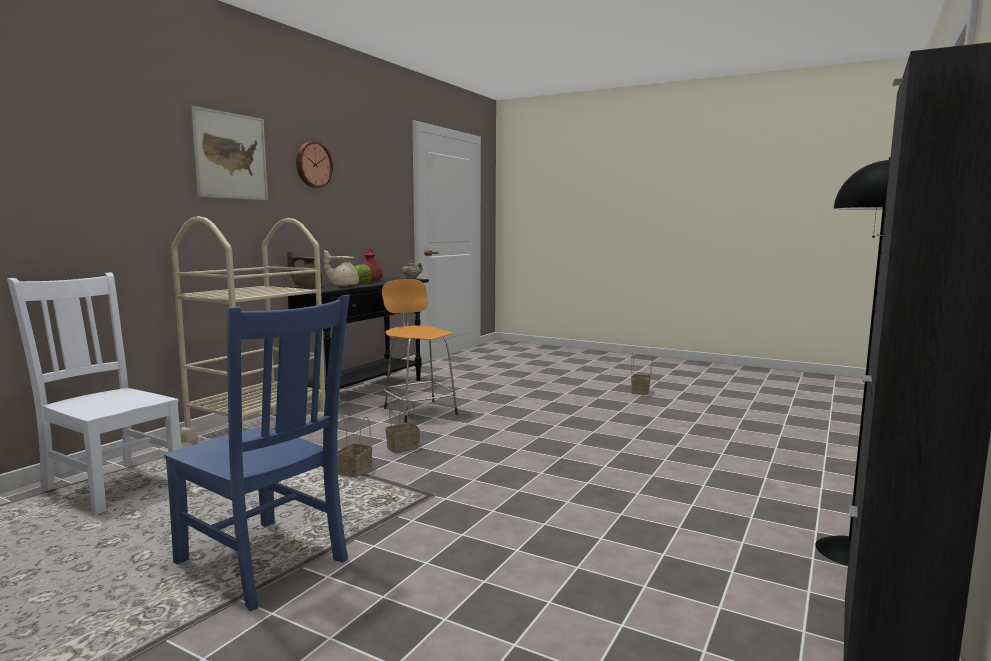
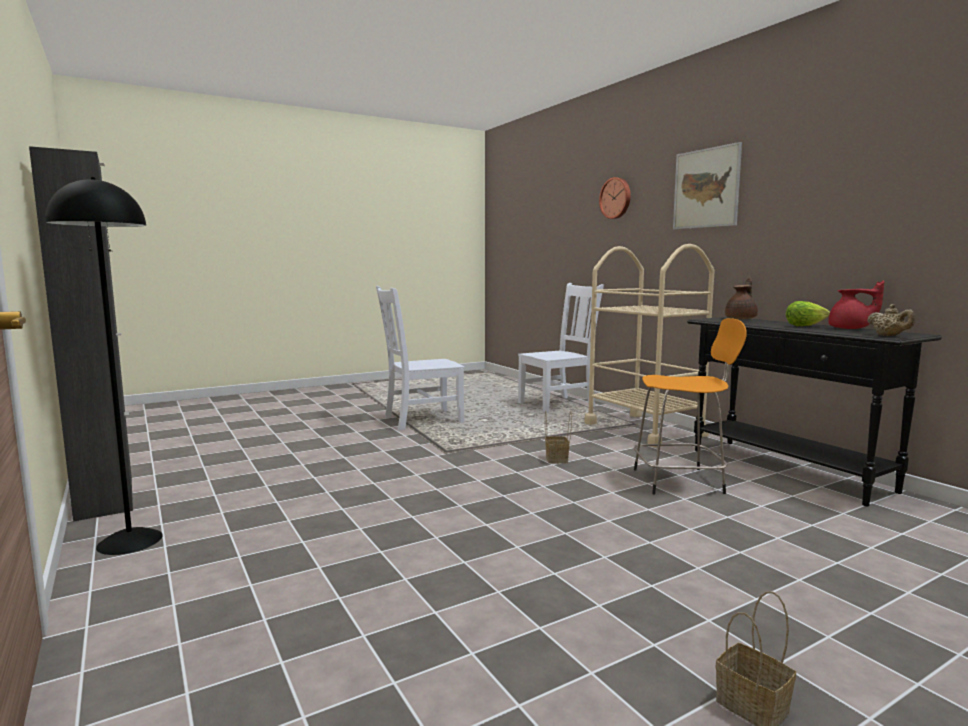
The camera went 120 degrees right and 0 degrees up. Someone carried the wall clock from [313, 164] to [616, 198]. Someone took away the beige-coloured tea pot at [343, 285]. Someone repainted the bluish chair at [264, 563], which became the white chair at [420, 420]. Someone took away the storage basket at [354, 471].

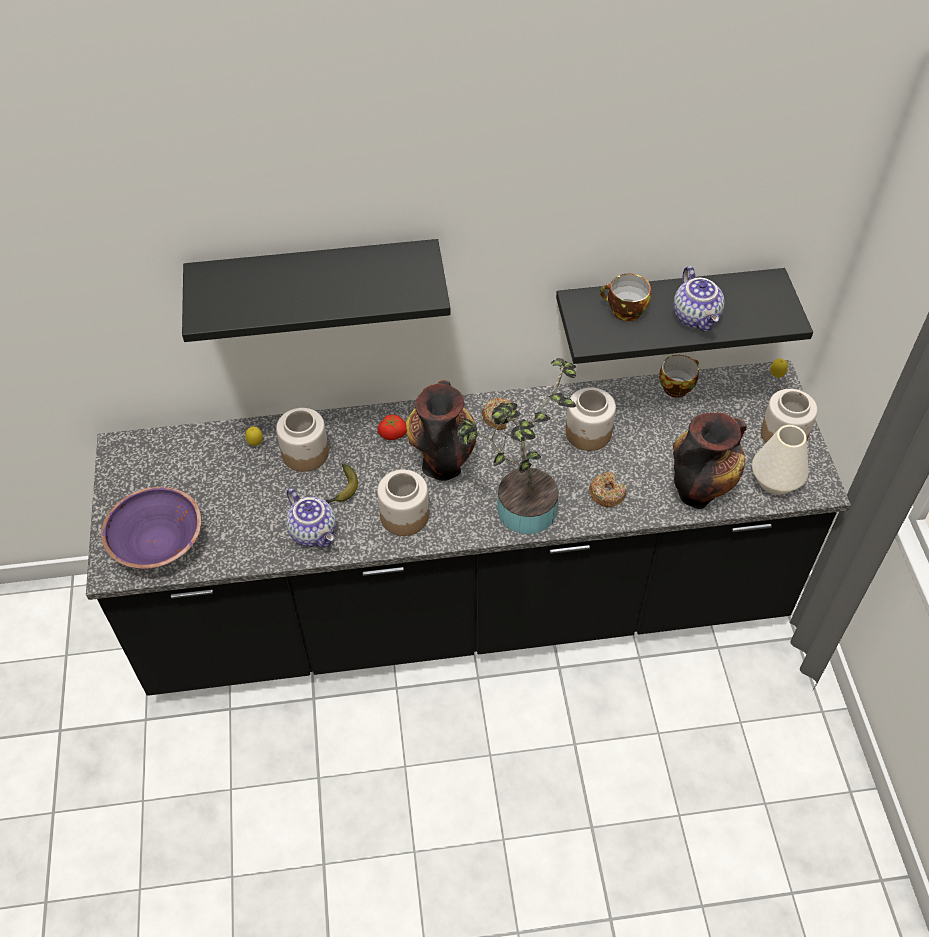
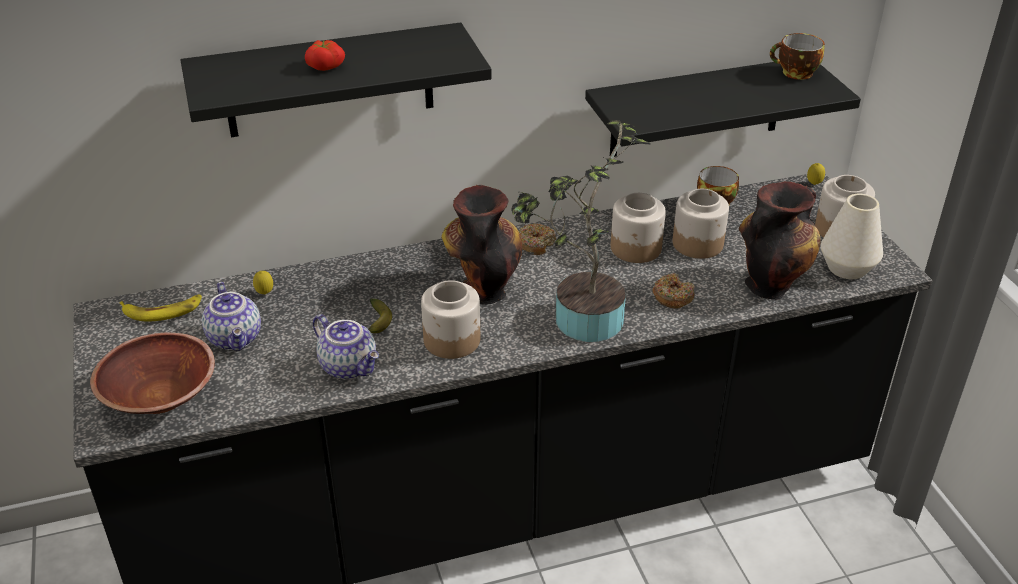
The camera went 10 degrees left and 15 degrees down. Someone carried the tea pot from [697, 317] to [236, 338]. Someone carried the small cup from [624, 311] to [795, 73]. Someone carried the jar from [305, 453] to [698, 243]. Someone carried the fresh tomato from [392, 432] to [325, 66]. Someone repainted the purple-coloured deep dish at [158, 543], which became the brown deep dish at [160, 398]. Someone put down the whole banana at [162, 311].

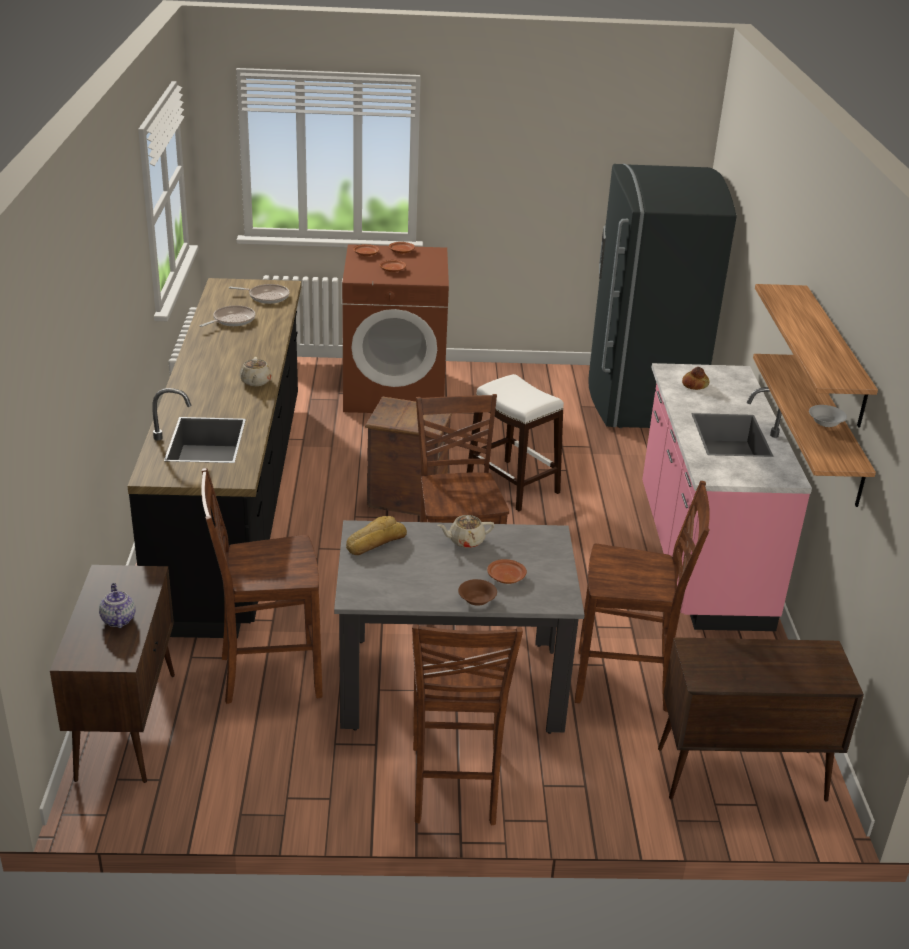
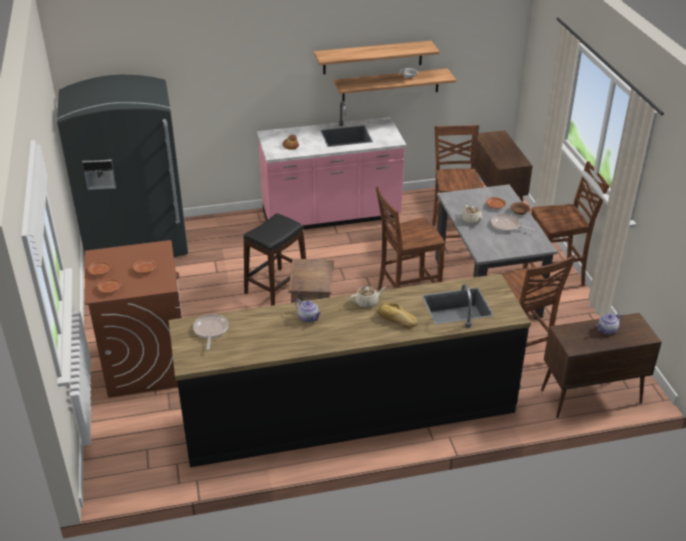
The camera went 100 degrees left and 5 degrees up. Someone carried the skillet from [232, 320] to [507, 226]. Someone repainted the white stool at [513, 484], which became the black stool at [276, 287]. Someone carried the bread from [375, 541] to [396, 319]. Someone put down the tea pot at [308, 318].

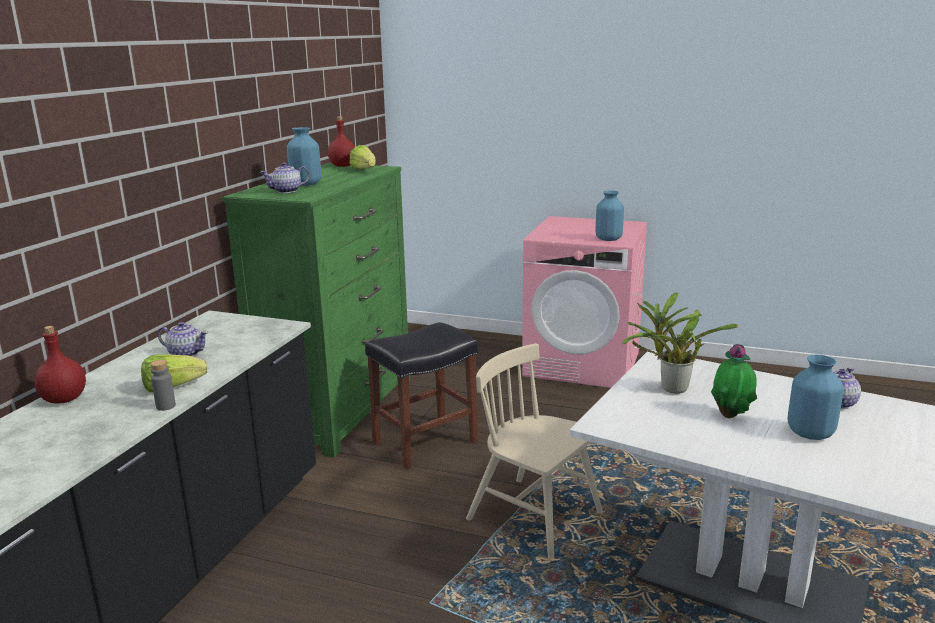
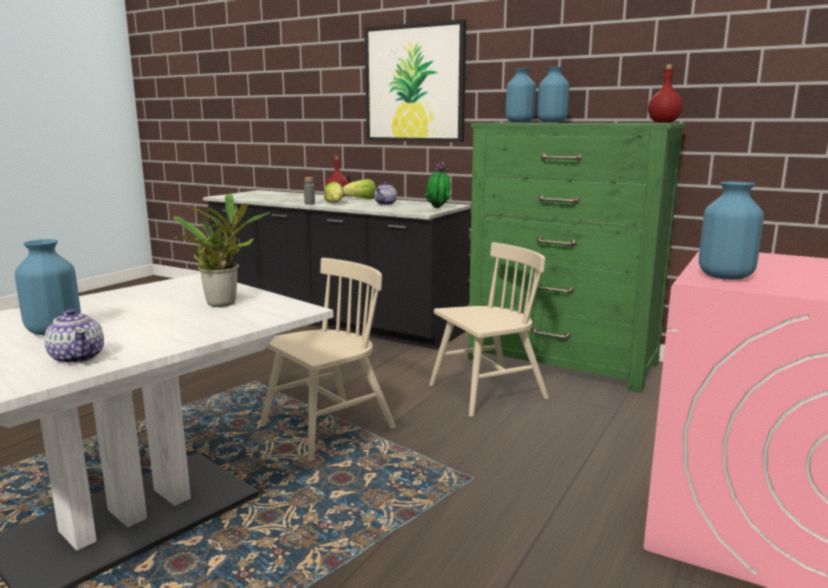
The camera went 100 degrees right and 5 degrees down. Someone carried the head of lettuce from [364, 170] to [361, 199]. Someone swapped the tea pot at [286, 191] for the bluish flower vase at [519, 122]. Someone swapped the black stool at [426, 442] for the beige-coloured chair at [487, 392]. Someone carried the plant in a pot from [731, 416] to [438, 208]. Someone put up the wall art at [414, 84].

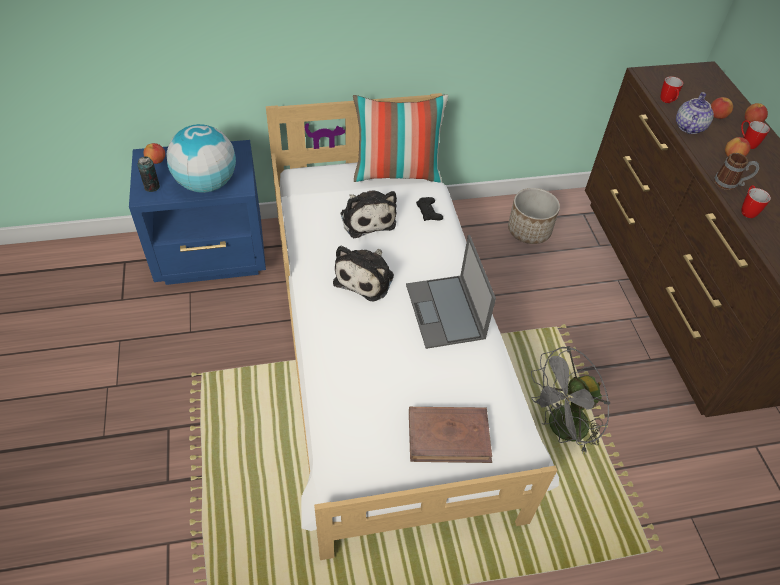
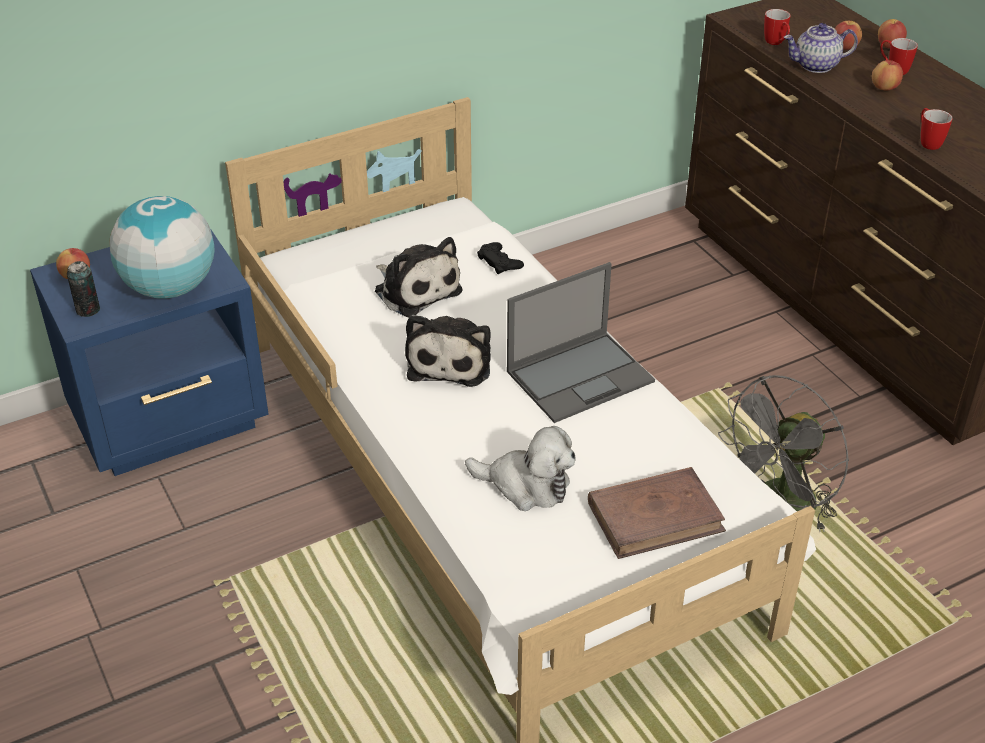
The camera went 15 degrees left and 10 degrees down. Someone rotated the tea pot at [689, 126] by 105 degrees counterclockwise. Someone took away the cushion at [397, 173]. Someone took away the tea mug at [730, 184]. Someone took away the plant pot at [529, 230]. Someone rotated the laptop at [445, 312] by 90 degrees counterclockwise. Someone put down the cuddly toy at [526, 485].

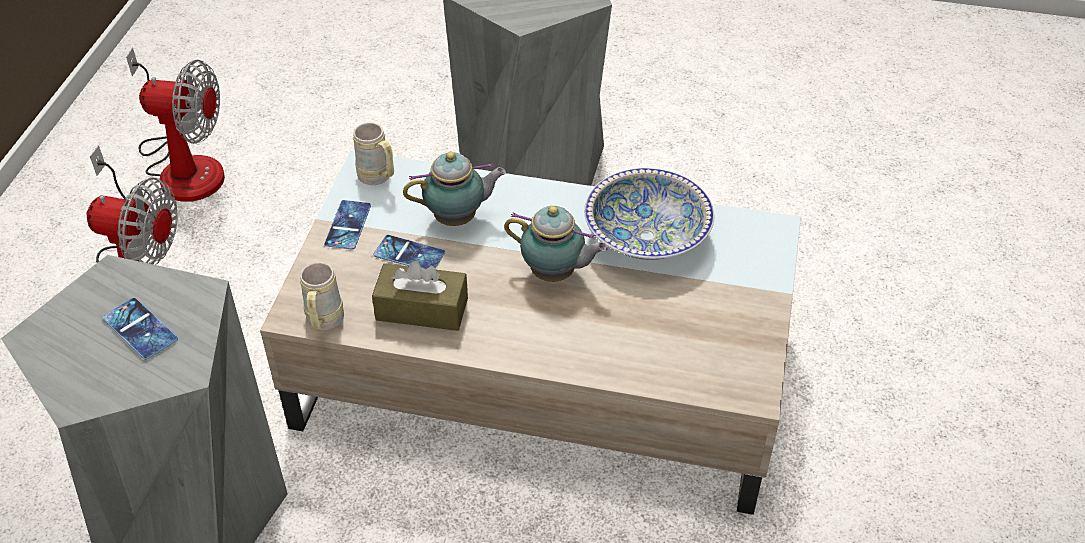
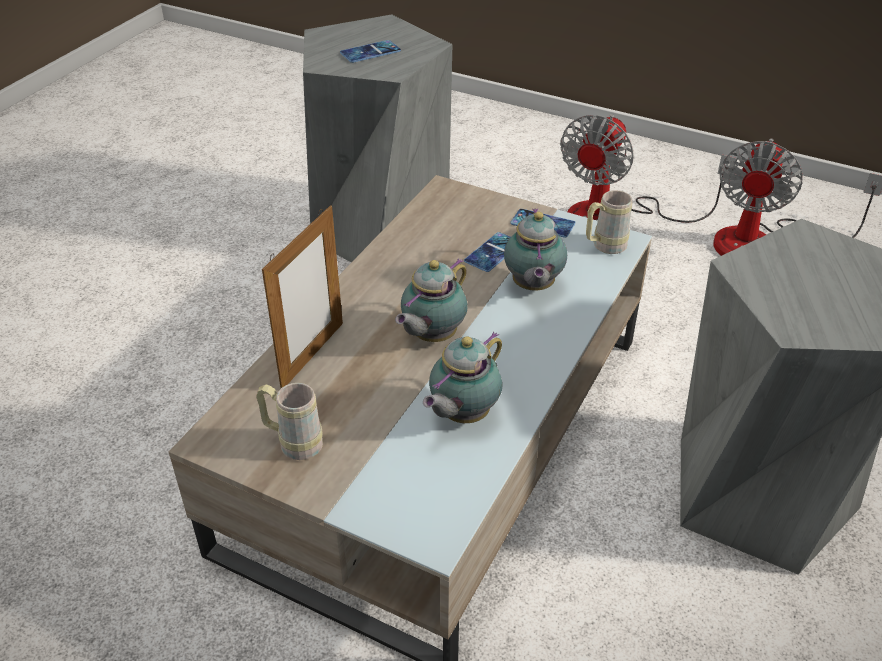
The camera went 105 degrees right and 5 degrees down. Someone swapped the deep dish at [646, 236] for the tea pot at [462, 415]. Someone took away the brown tissue holder at [422, 309]. Someone carried the beige-coloured tea mug from [323, 323] to [293, 442]. Someone put down the picture frame at [312, 355].

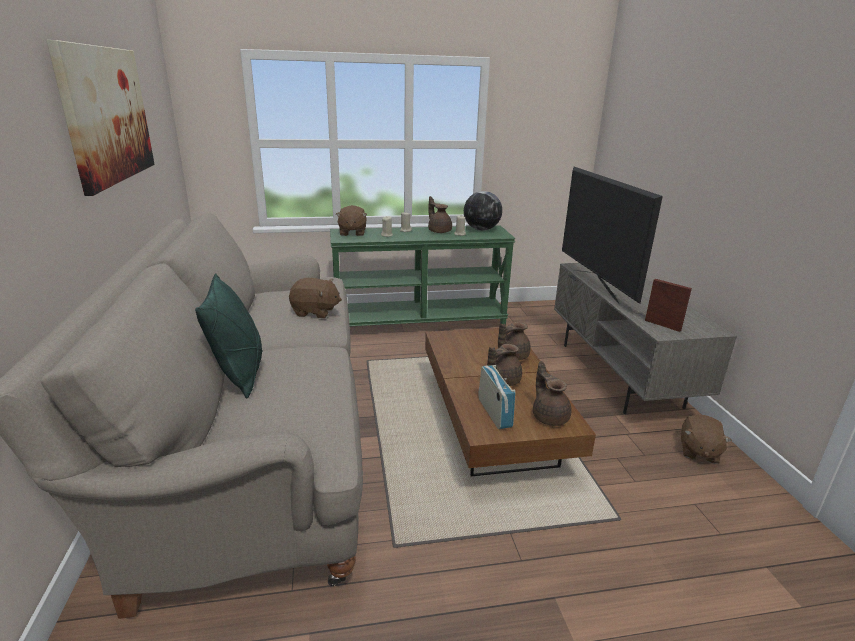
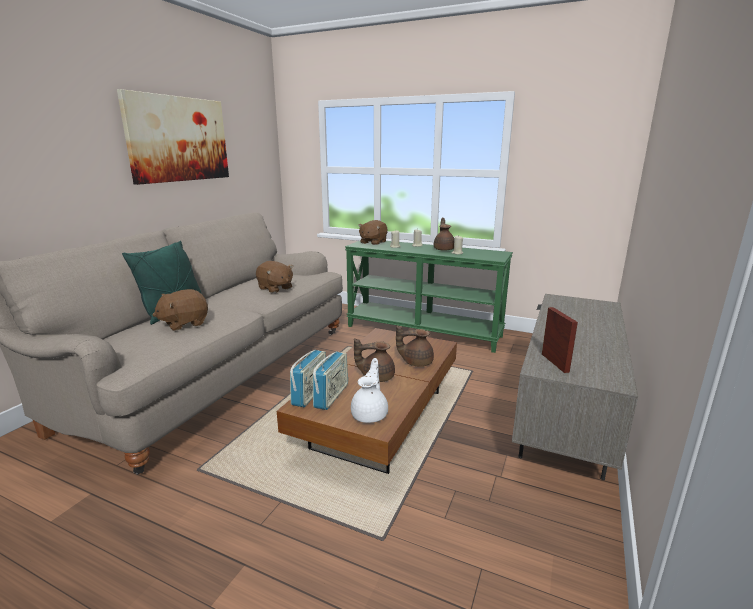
The camera went 35 degrees right and 5 degrees down. Someone took away the TV at [595, 285]. Someone took away the desk globe at [481, 229]. Someone repainted the brown tea pot at [549, 416], which became the white tea pot at [370, 414]. Someone carried the brown cuddly toy from [698, 451] to [184, 323]. Someone put down the radio receiver at [310, 393].

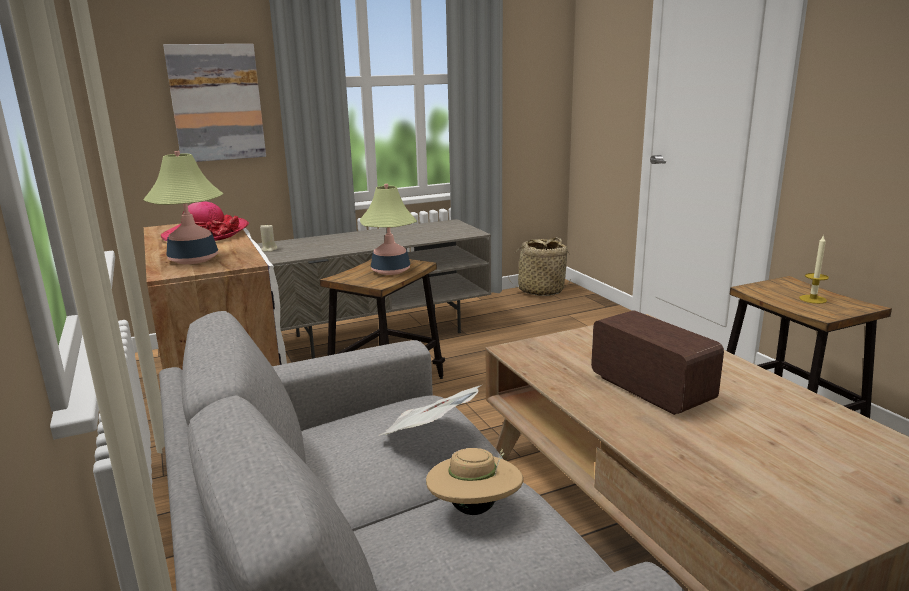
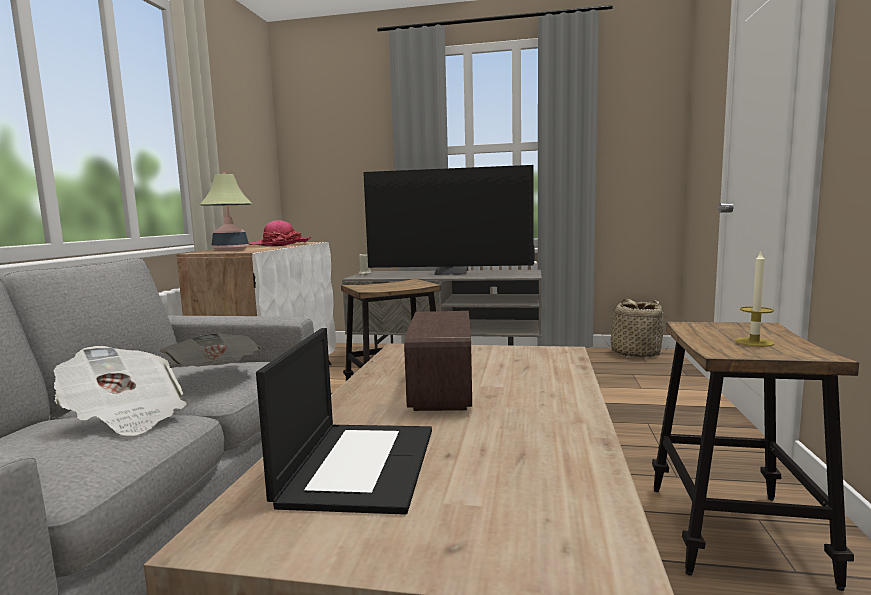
The camera went 35 degrees right and 10 degrees down. Someone took away the wall art at [216, 103]. Someone took away the lamp for a table at [390, 271]. Someone swapped the beige-coloured wearable hat at [474, 509] for the newspaper at [125, 417]. Someone put down the TV at [451, 273]. Someone put down the laptop at [359, 464].

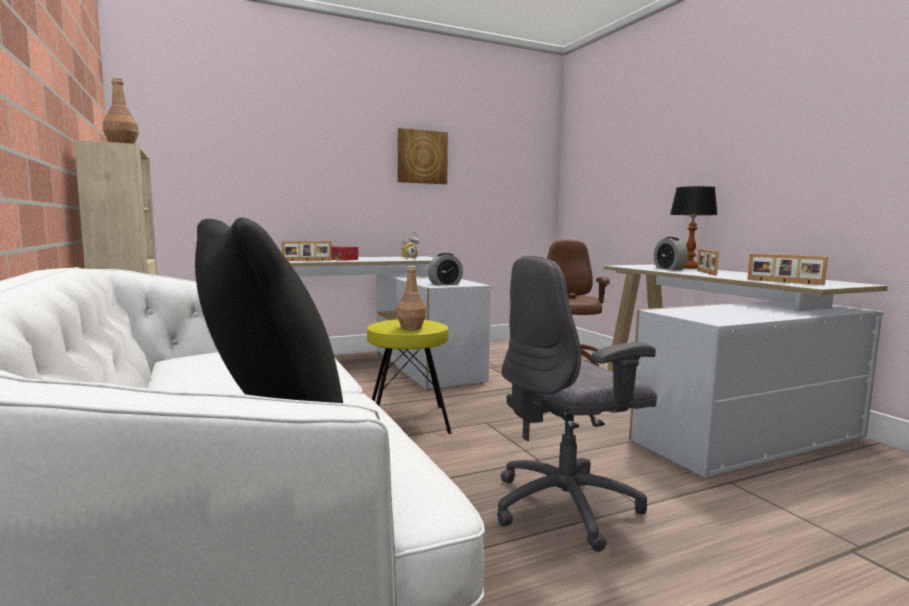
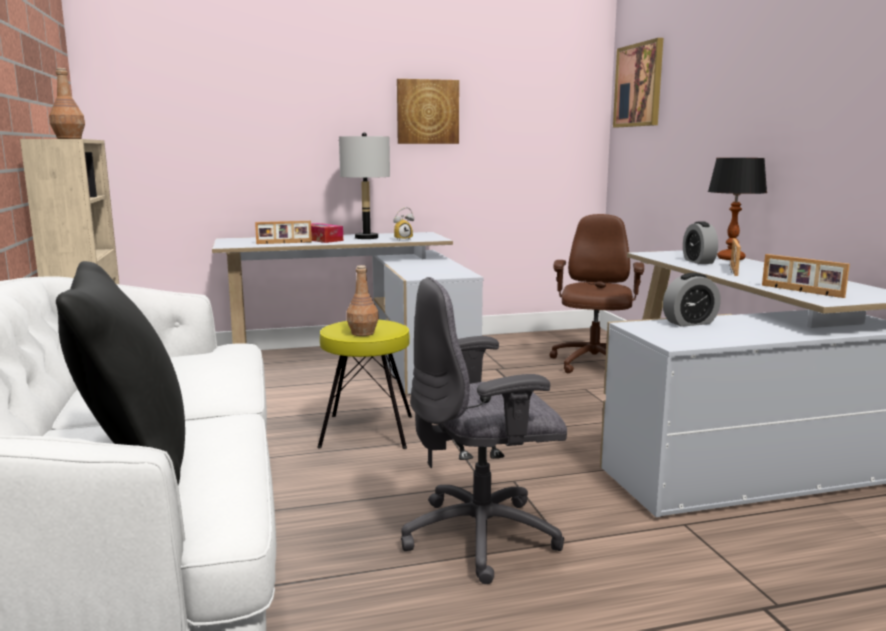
The camera went 10 degrees right and 5 degrees up. Someone carried the table clock from [445, 284] to [689, 323]. Someone put up the wall art at [639, 85]. Someone put down the gray lamp for a table at [366, 237].

